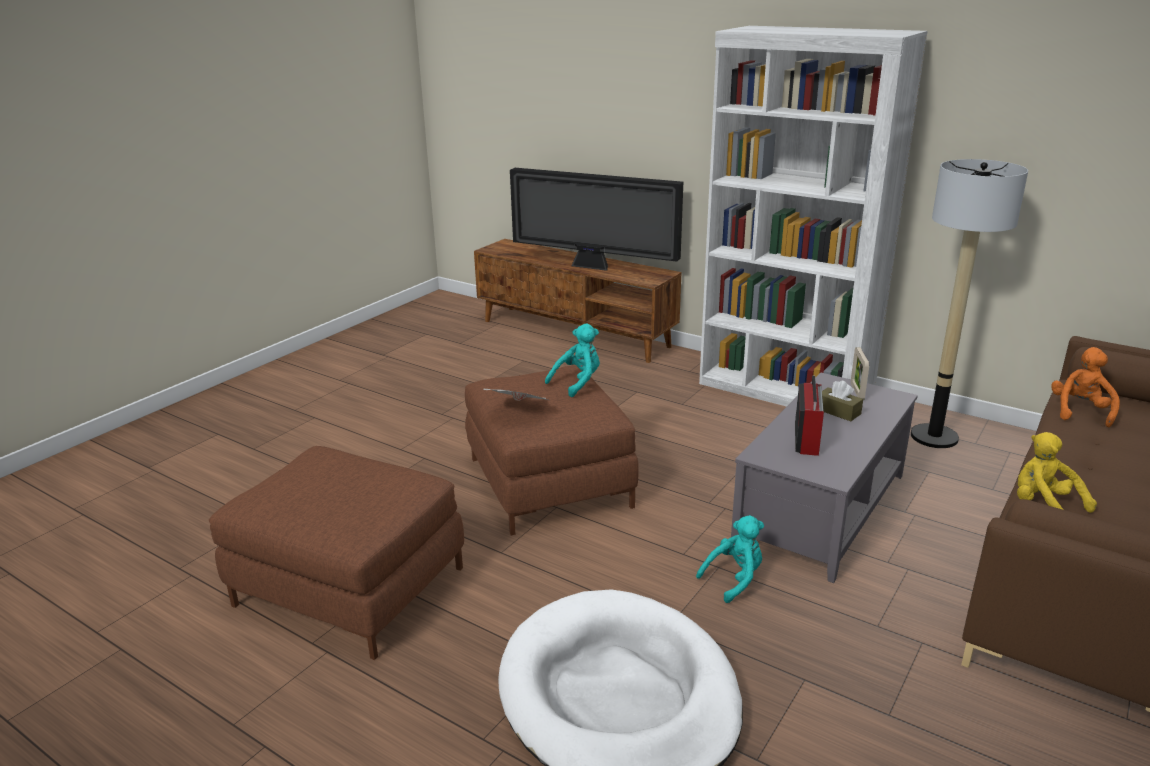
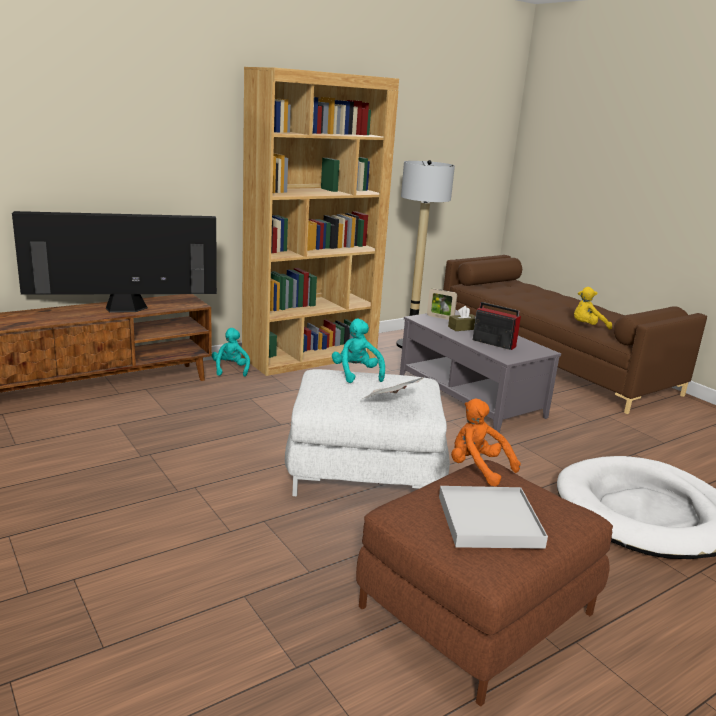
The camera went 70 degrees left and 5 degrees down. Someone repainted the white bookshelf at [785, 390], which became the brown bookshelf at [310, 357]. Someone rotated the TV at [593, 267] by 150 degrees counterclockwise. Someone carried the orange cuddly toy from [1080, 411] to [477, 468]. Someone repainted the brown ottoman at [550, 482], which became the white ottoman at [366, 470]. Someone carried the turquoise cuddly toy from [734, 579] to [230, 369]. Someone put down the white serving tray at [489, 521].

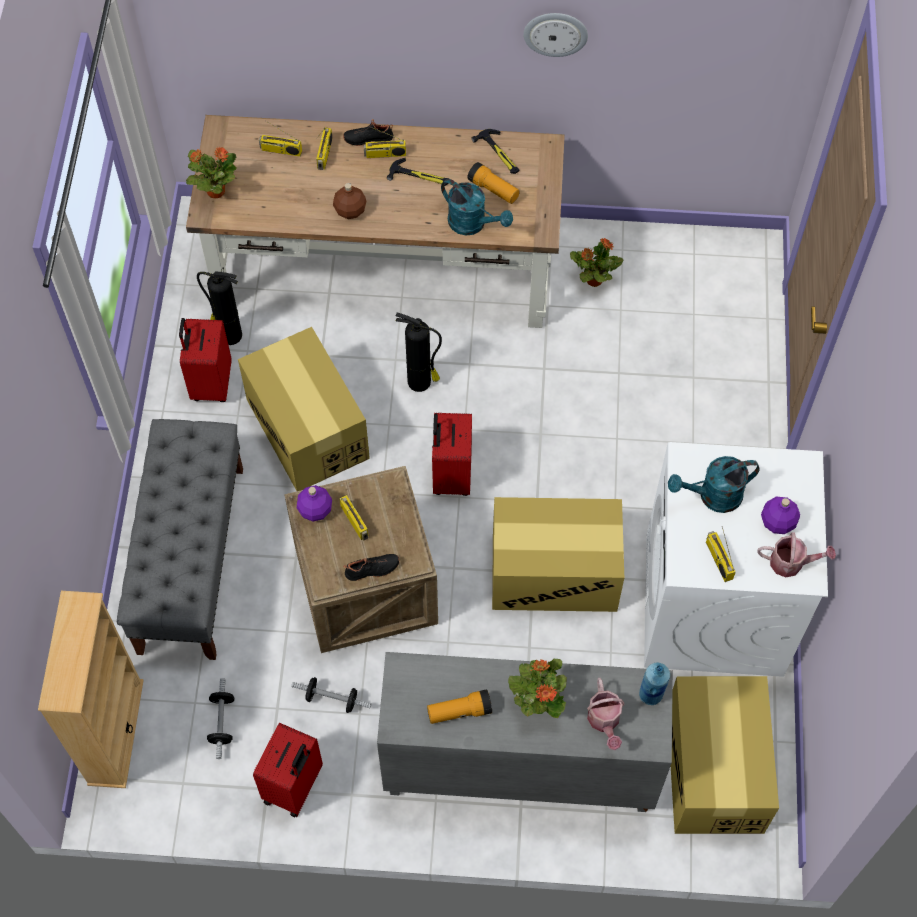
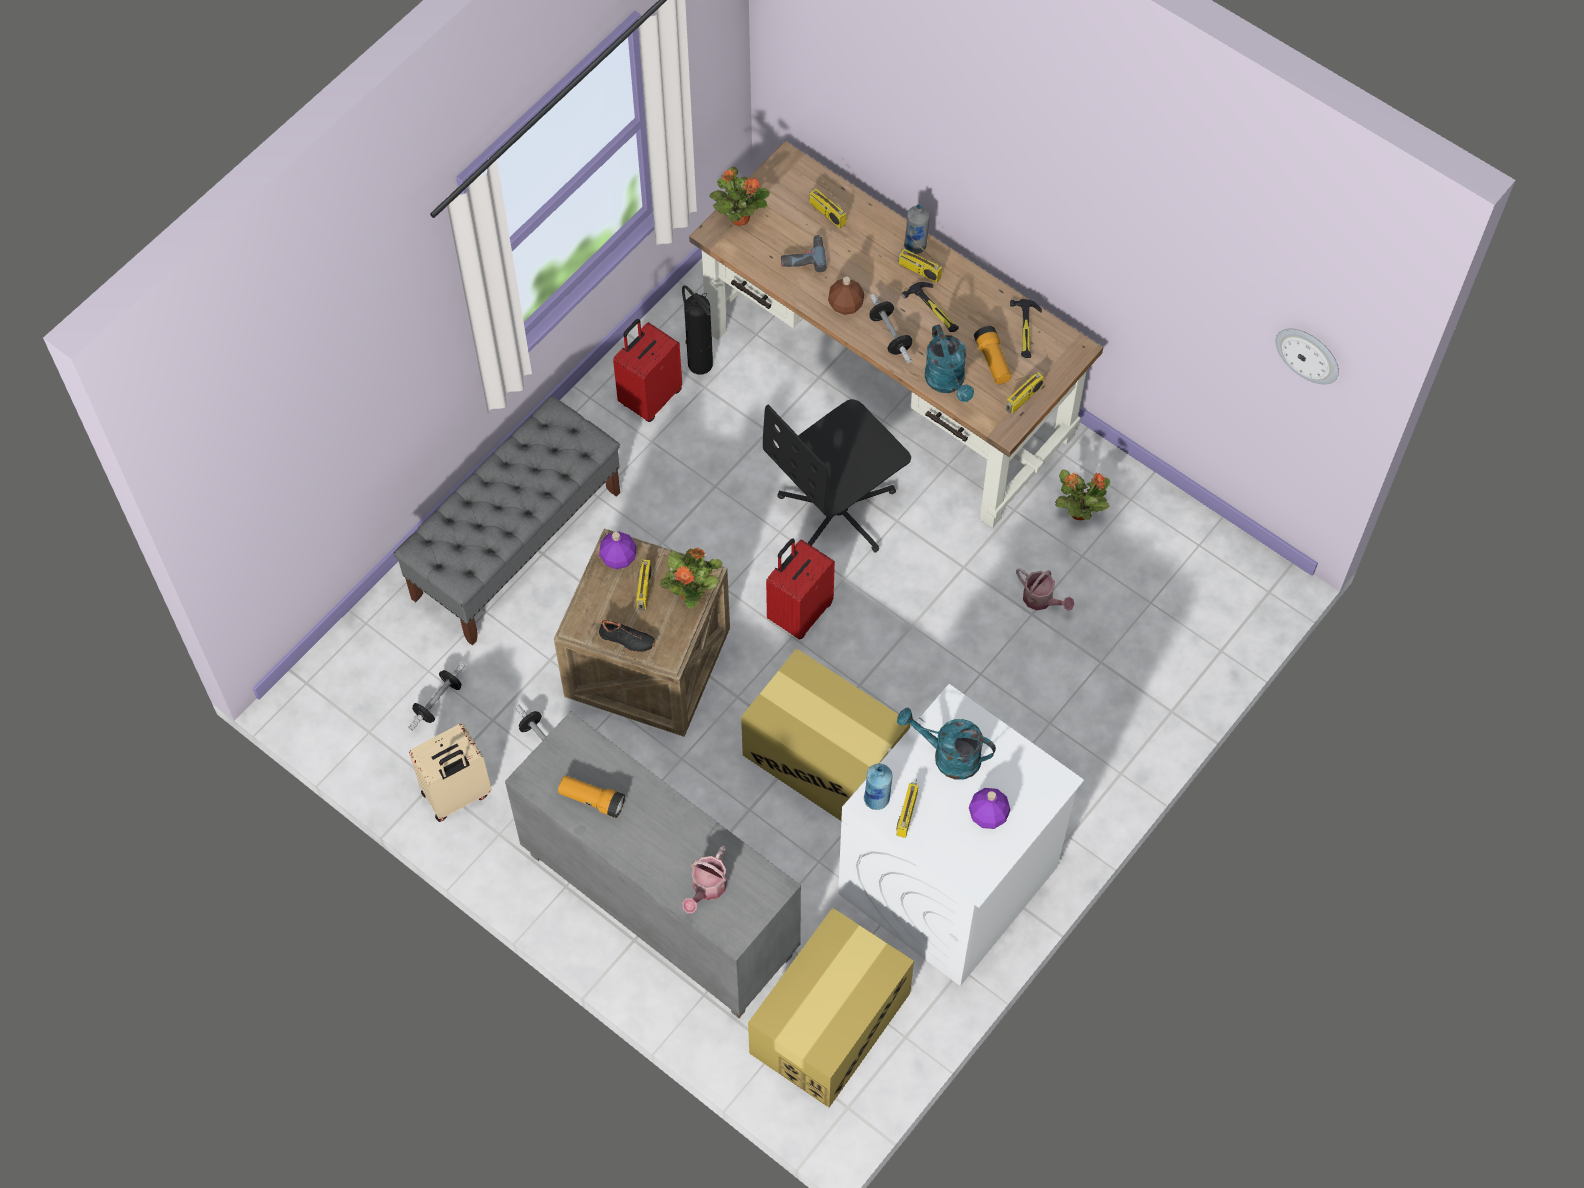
The camera went 35 degrees right and 0 degrees up. Someone carried the wall clock from [555, 33] to [1308, 354]. Someone swapped the black shoe at [368, 138] for the gray bottle at [915, 246]. Someone carried the radio receiver from [325, 154] to [1023, 398]. Someone swapped the fire-fighting cylinder at [420, 382] for the black desk chair at [838, 510]. Someone took away the cardboard box at [307, 429]. Someone carried the sprinkling can from [791, 563] to [1041, 600]. Someone took away the beige-coloured bookshelf at [115, 732]. Someone carried the plant in a pot from [538, 702] to [691, 593]. Someone carried the bluish bottle from [651, 694] to [877, 799]. Someone repainted the red-coloured suitcase at [294, 786], which became the beige-coloured suitcase at [457, 795]. Someone put down the electric drill at [803, 256]. Someone put down the hand weight at [890, 335].

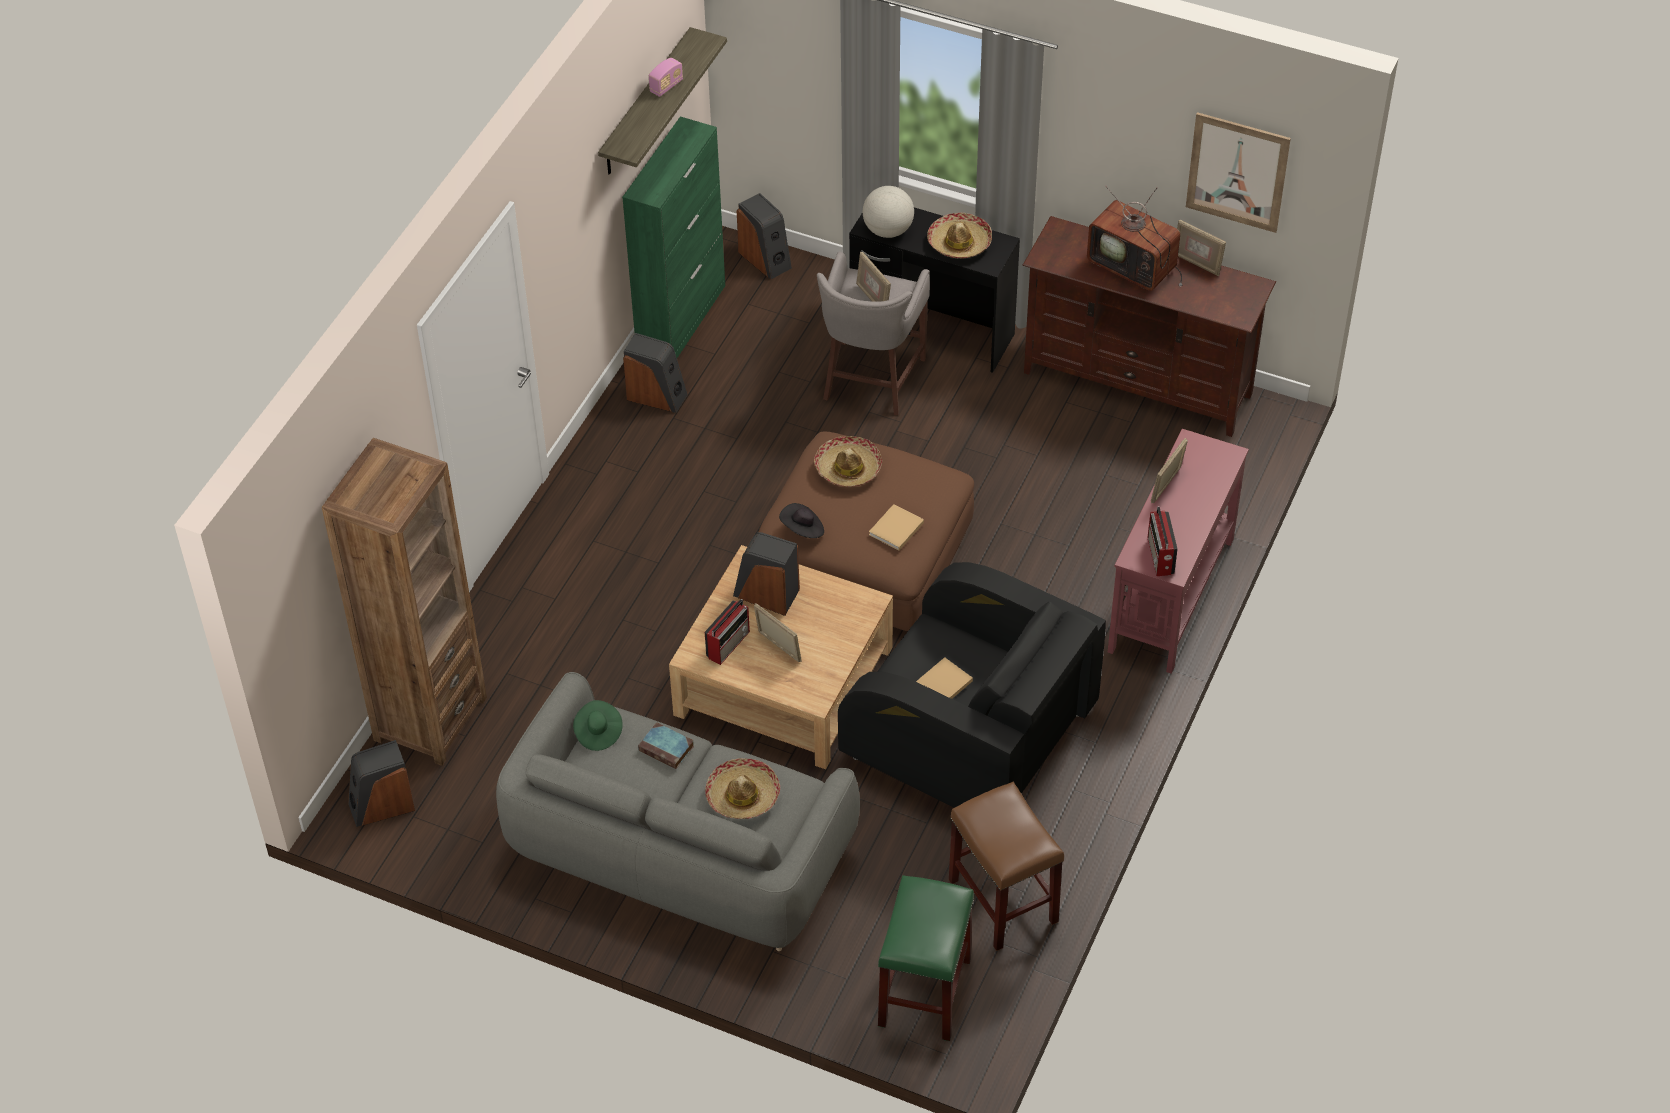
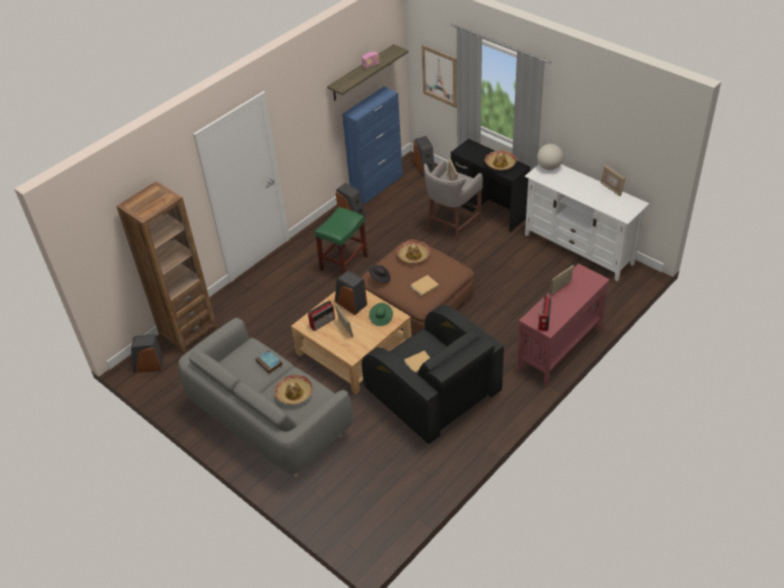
The camera went 20 degrees right and 5 degrees down. Someone carried the wall art from [1237, 172] to [439, 76]. Someone repainted the green cupboard at [682, 319], which became the bluish cupboard at [377, 186]. Someone carried the desk globe from [888, 230] to [549, 167]. Someone took away the TV at [1135, 267]. Someone repainted the brown media console at [1138, 383], which became the white media console at [579, 249]. Someone carried the green wearable hat from [598, 732] to [381, 318]. Someone took away the brown stool at [1004, 901]. Someone carried the green stool from [925, 993] to [344, 263].

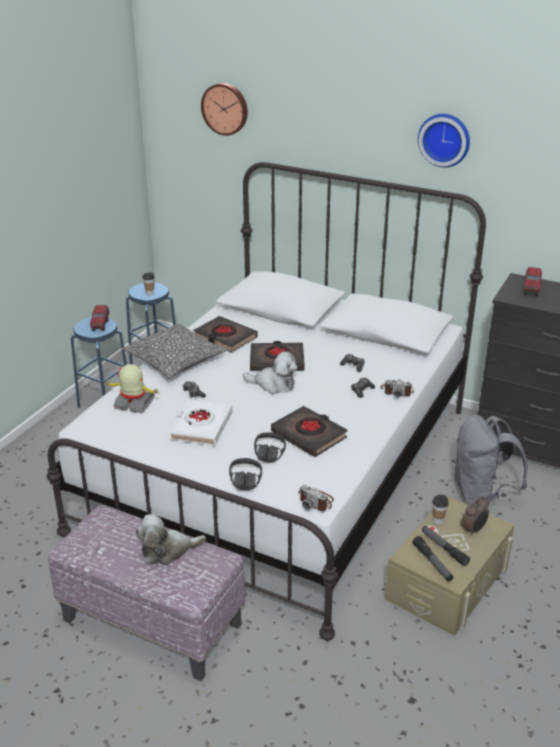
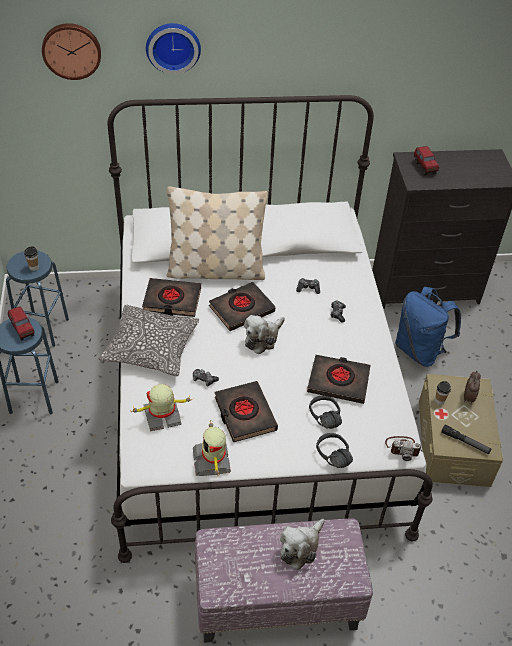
The camera went 35 degrees left and 15 degrees up. Someone carried the wall clock from [445, 139] to [173, 46]. Someone rotated the cuddly toy at [273, 384] by 150 degrees clockwise. Someone took away the photo camera at [396, 391]. Someone repainted the white book at [201, 426], which became the black book at [245, 414]. Someone repainted the gray rucksack at [481, 495], which became the bluish rucksack at [419, 351]. Someone took away the flashlight at [444, 548]. Someone put down the beige-coloured cushion at [216, 270]. Someone put down the toy robot at [212, 461].

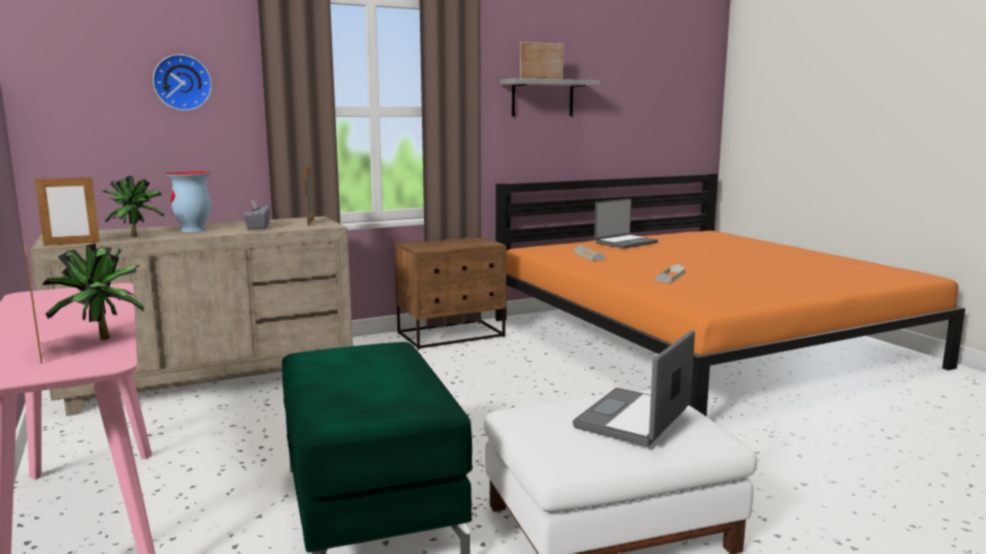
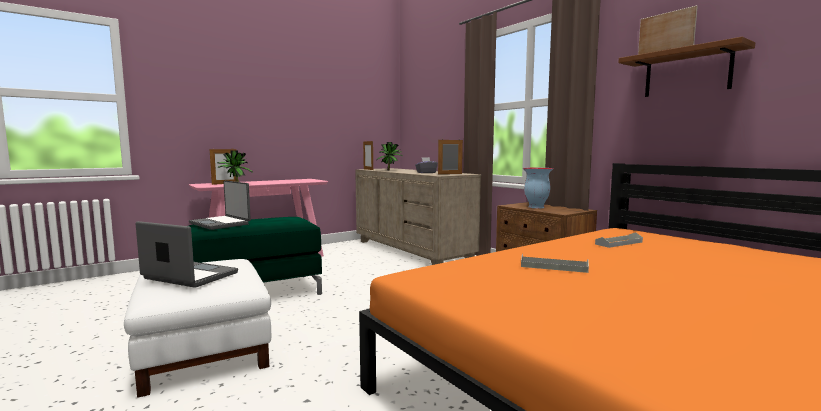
The camera went 80 degrees right and 5 degrees down. Someone took away the wall clock at [182, 82]. Someone repainted the gray wall shelf at [542, 98], which became the brown wall shelf at [687, 73]. Someone carried the flower vase from [194, 230] to [536, 207]. Someone carried the laptop from [625, 243] to [221, 223].

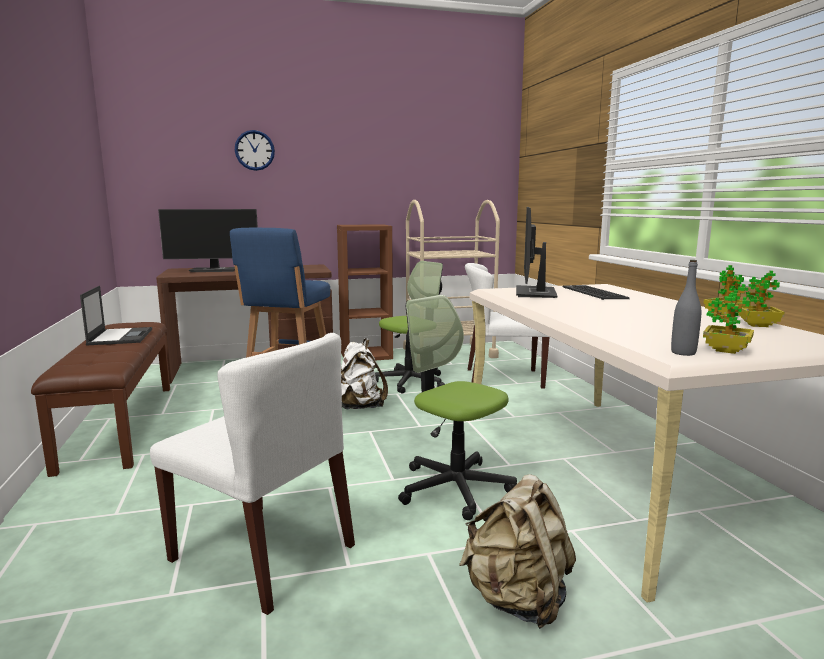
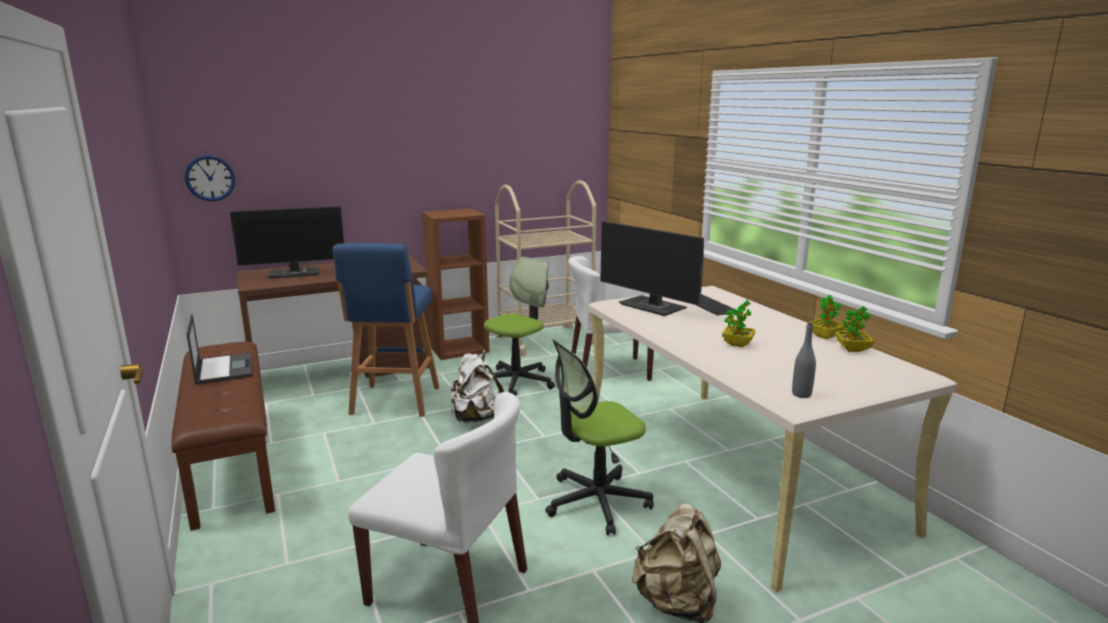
The camera went 10 degrees left and 5 degrees up. Someone carried the wall clock from [254, 150] to [210, 178]. Someone rotated the computer screen at [536, 293] by 45 degrees counterclockwise. Someone carried the plant in a pot from [726, 350] to [737, 344]. Someone rotated the desk chair at [454, 487] by 60 degrees counterclockwise.

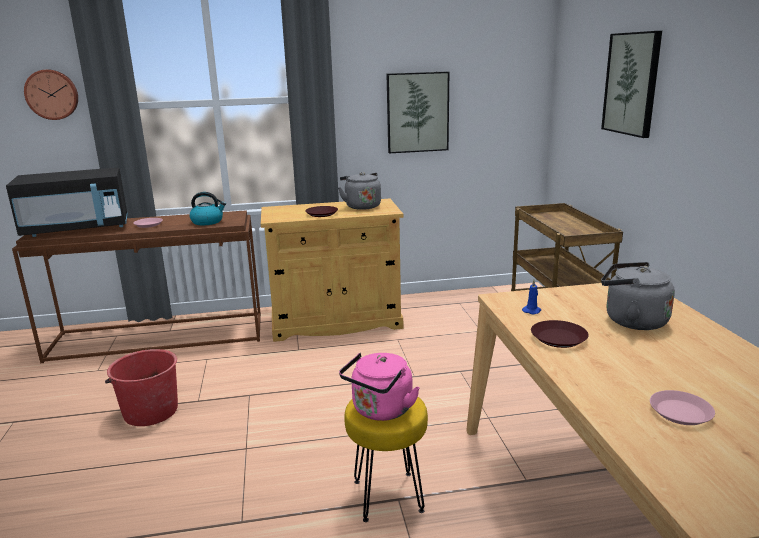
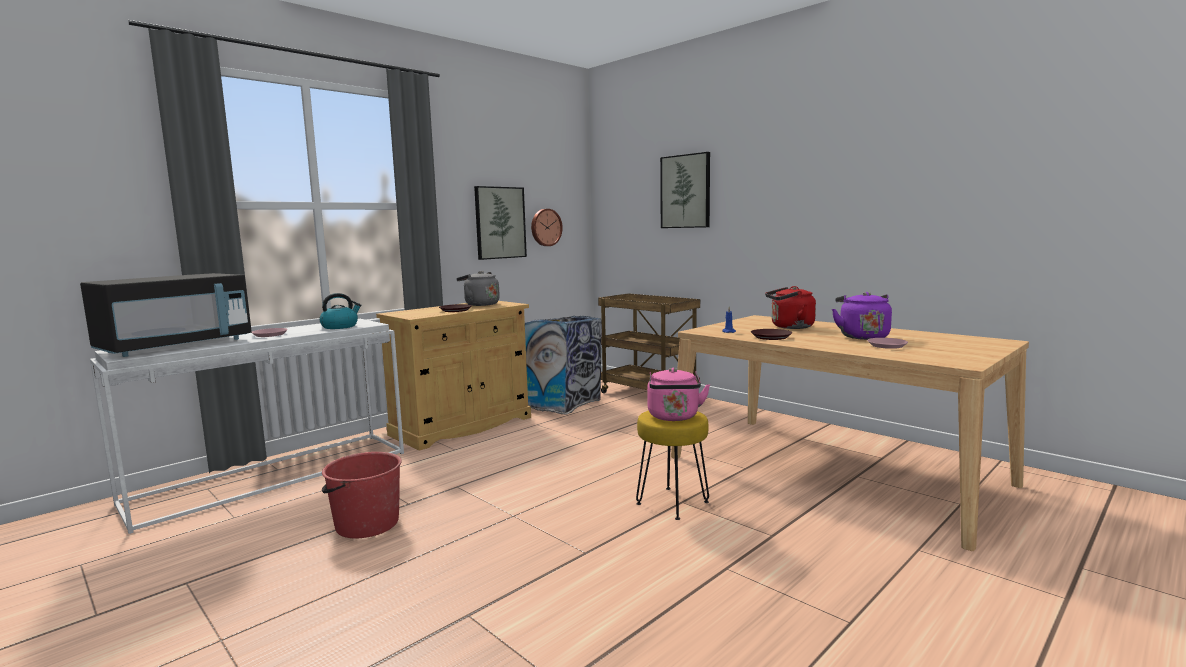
The camera went 35 degrees left and 10 degrees down. Someone carried the wall clock from [52, 94] to [545, 227]. Someone repainted the brown hall table at [160, 337], which became the white hall table at [273, 476]. Someone repainted the gray water kettle at [631, 321], which became the red-coloured water kettle at [789, 327]. Someone put down the purple-coloured water kettle at [862, 336]. Someone put down the rubbish bin at [563, 404].

